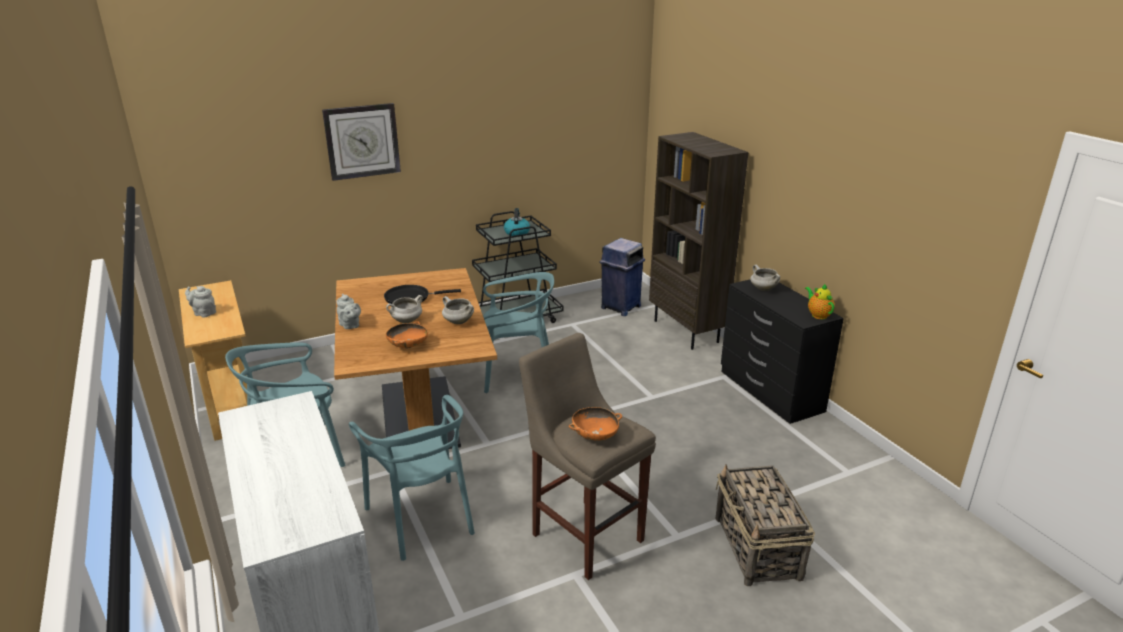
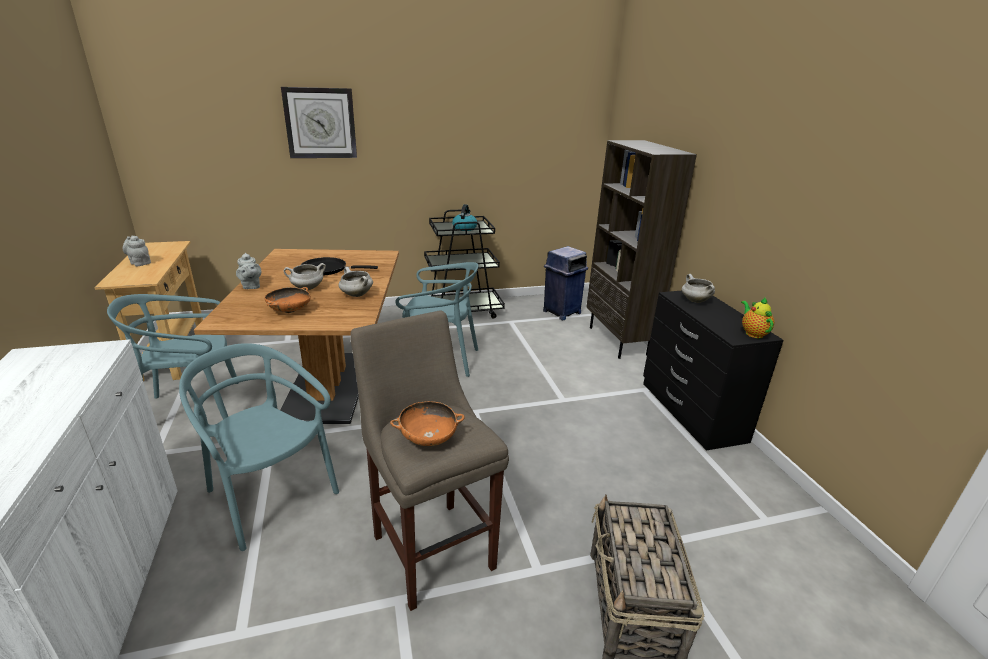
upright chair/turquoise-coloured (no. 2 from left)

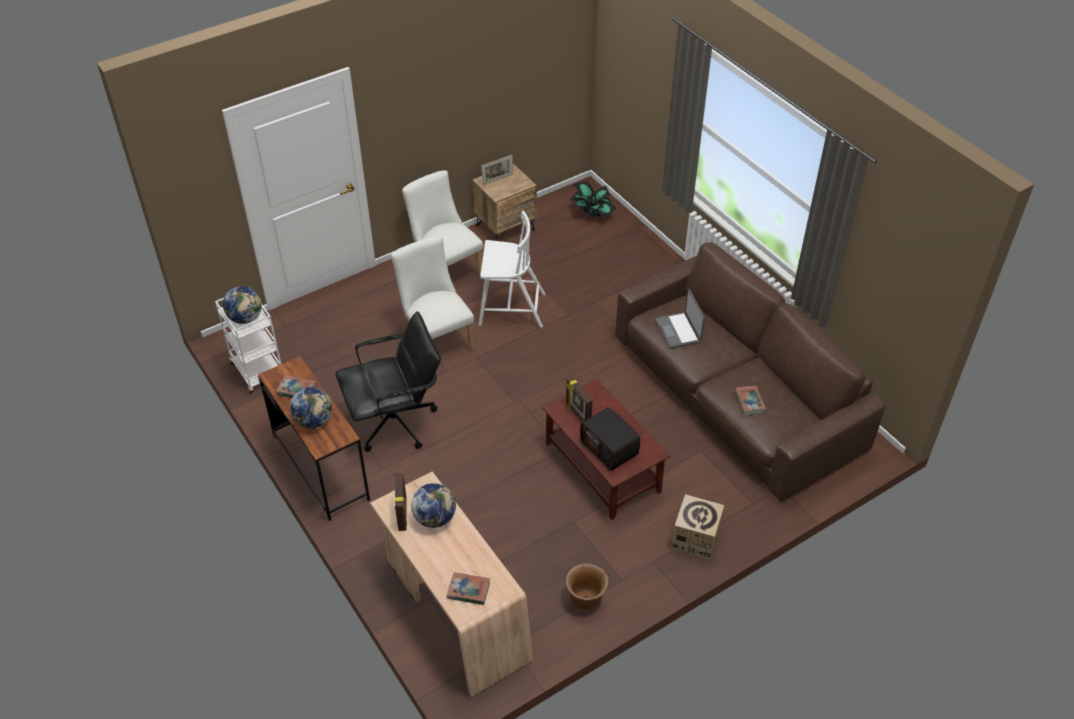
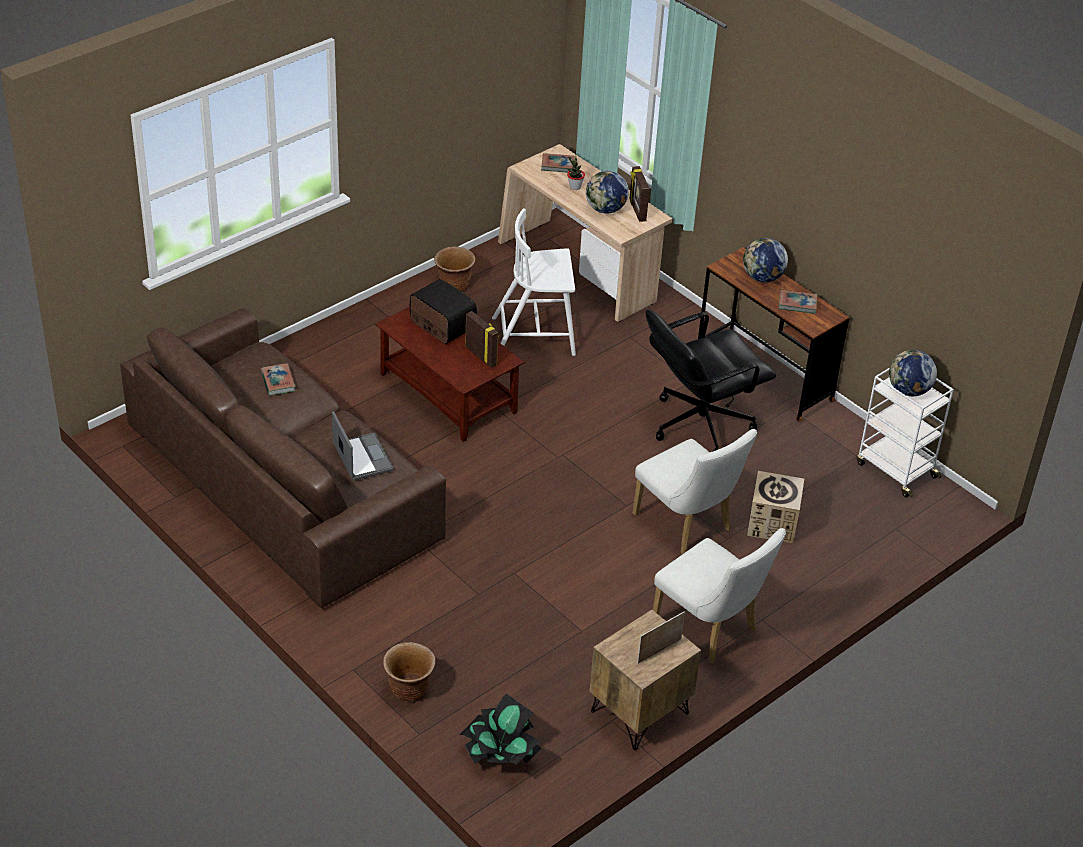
planter/brown (no. 1 from left)
plant in a pot (no. 2 from left)
upright chair/white (no. 1 from left)
carton

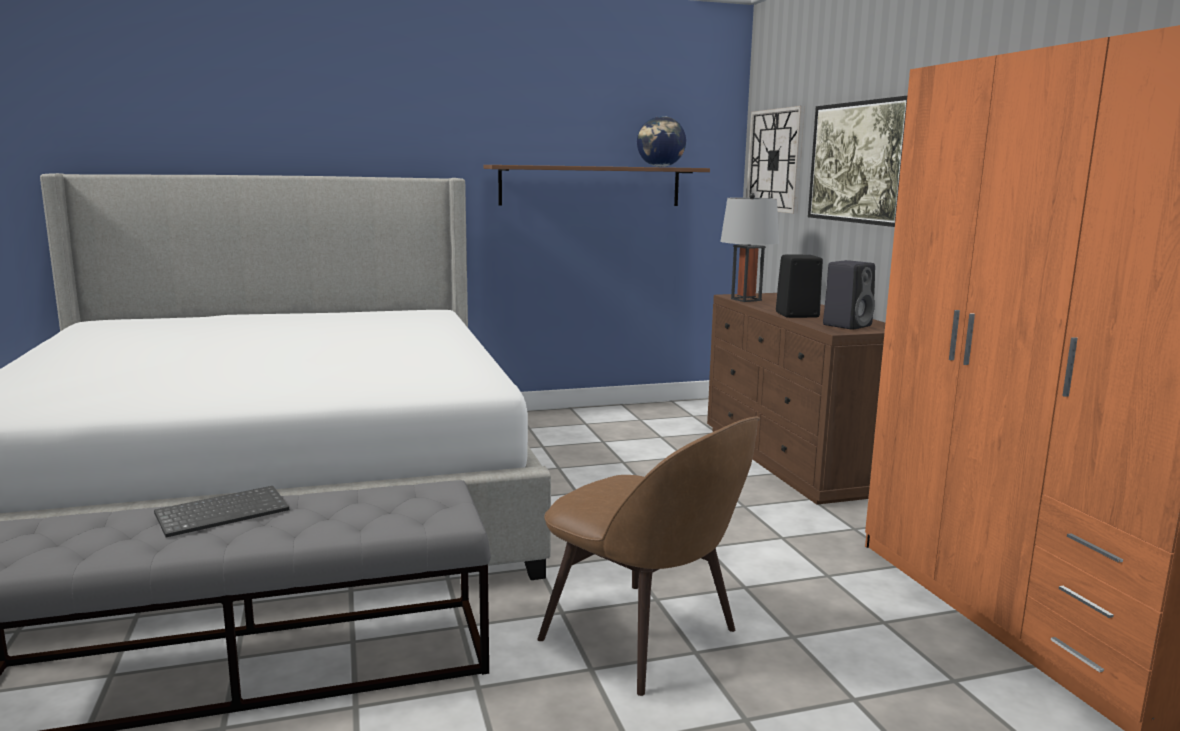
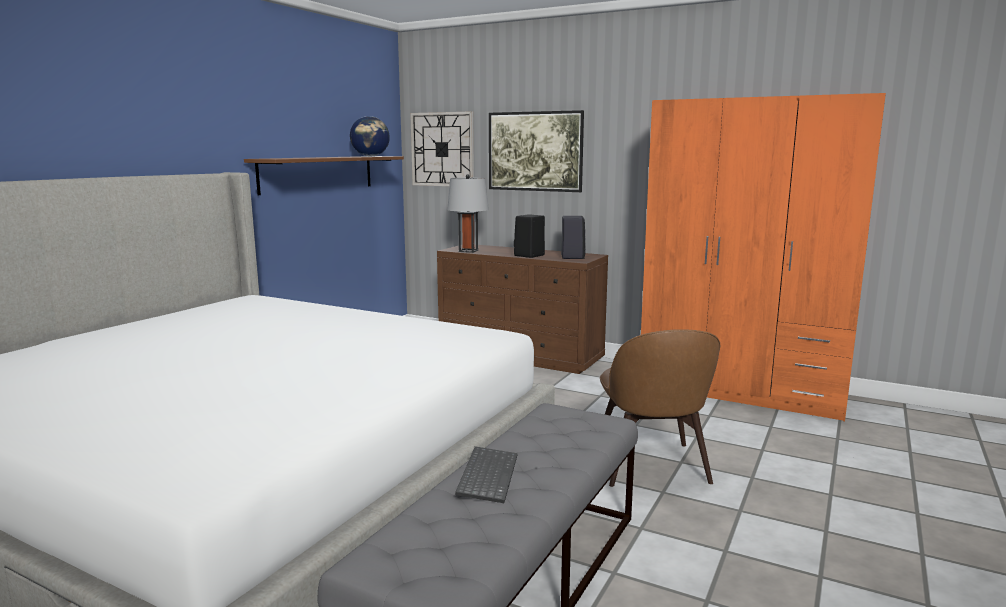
upright chair/brown

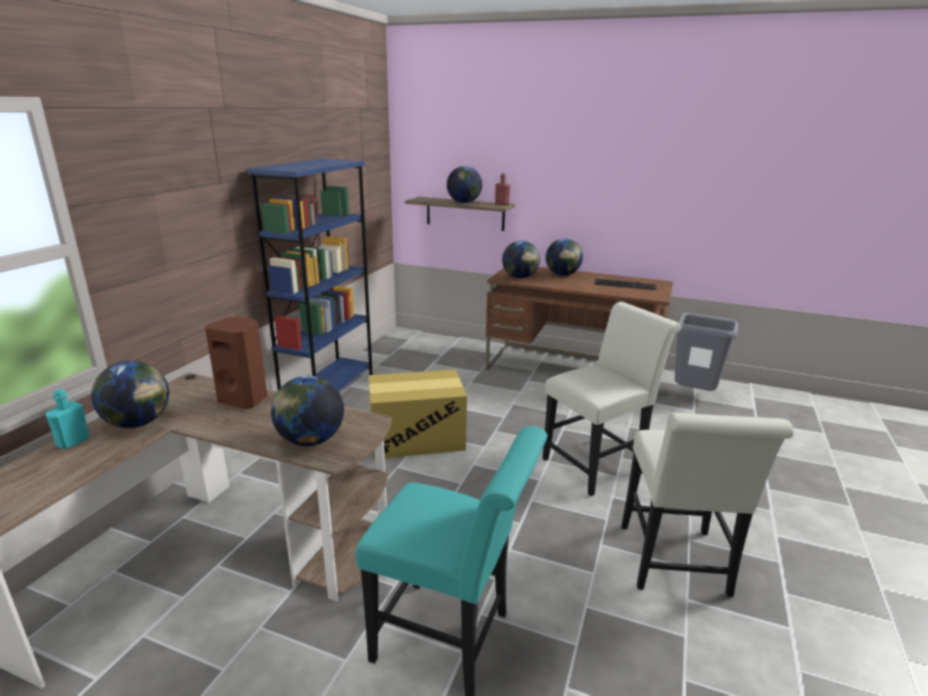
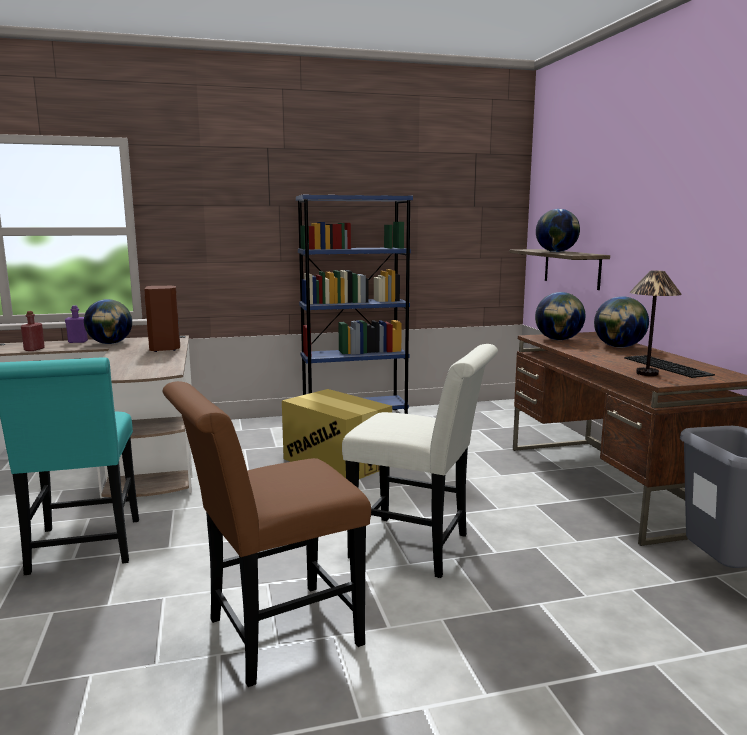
desk globe (no. 2 from left in the first image)
table lamp
drink bottle/red
drink bottle/purplish
upright chair/brown

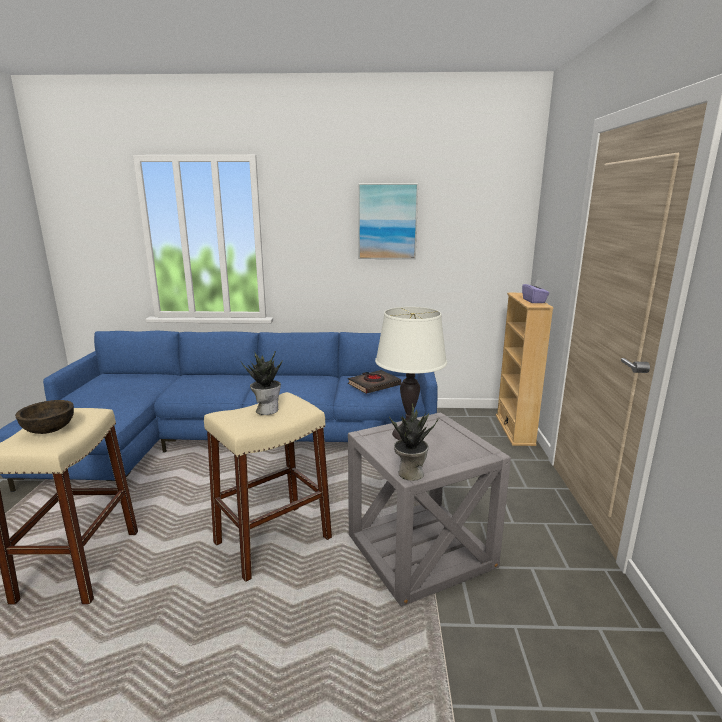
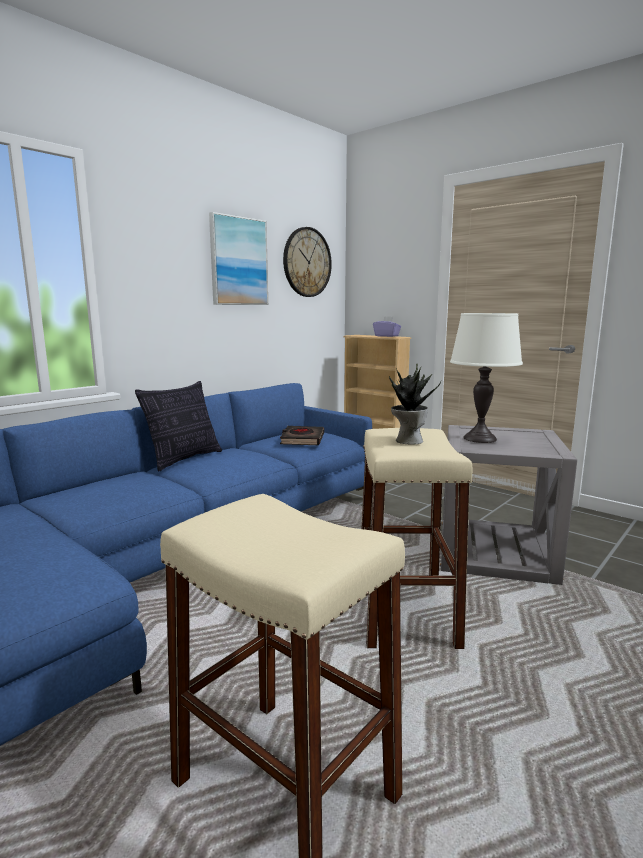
bowl/brown
plant in a pot (no. 2 from left in the first image)
pillow
wall clock

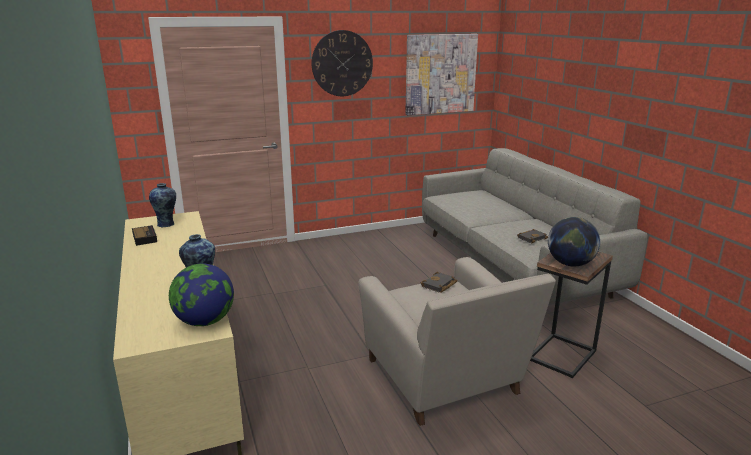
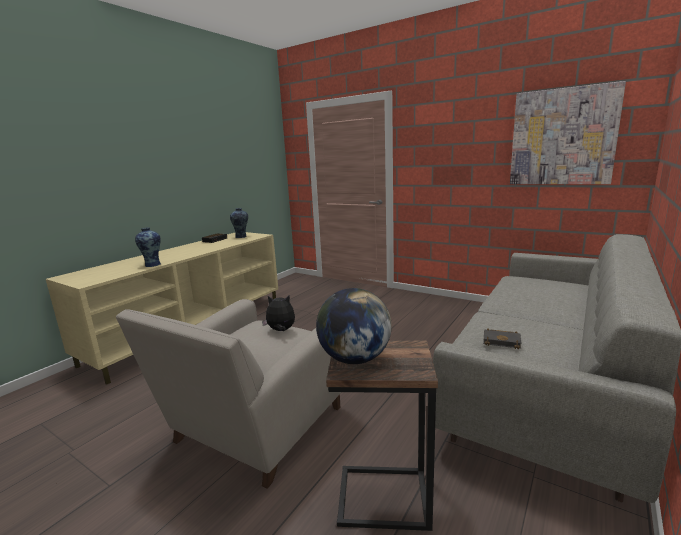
desk globe (no. 1 from left in the first image)
wall clock
cuddly toy

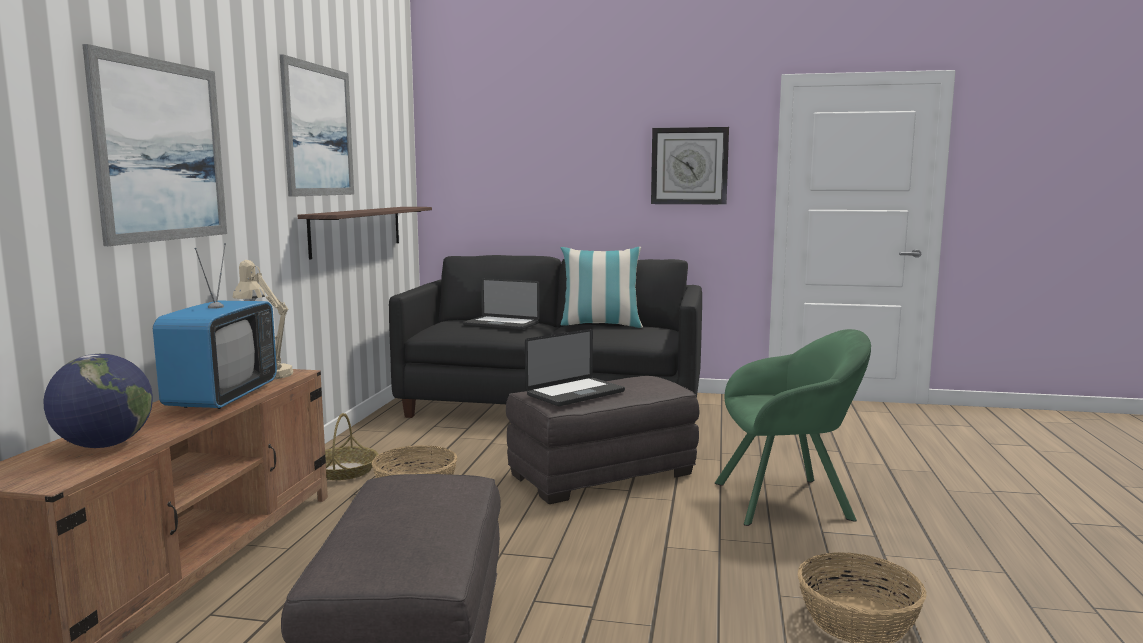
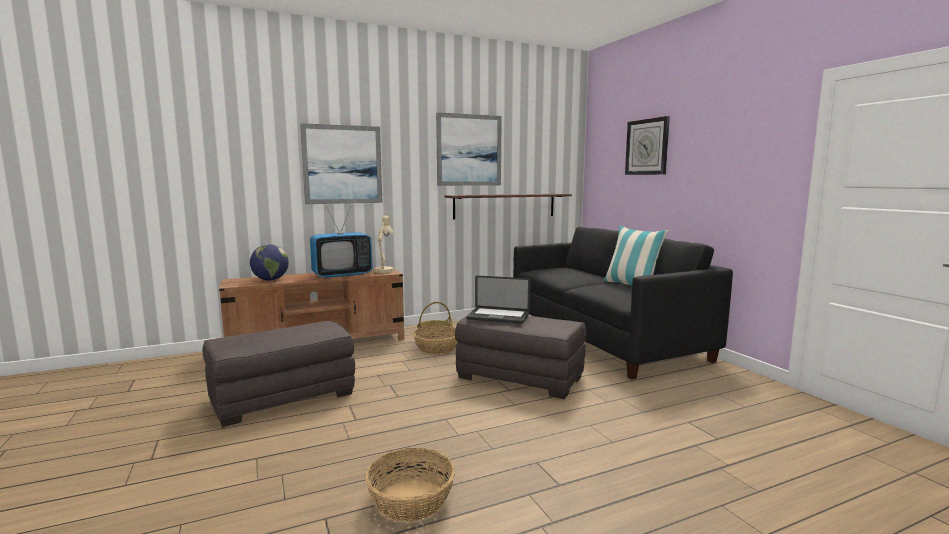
portable computer (no. 1 from left in the first image)
easy chair/greenish
wall clock

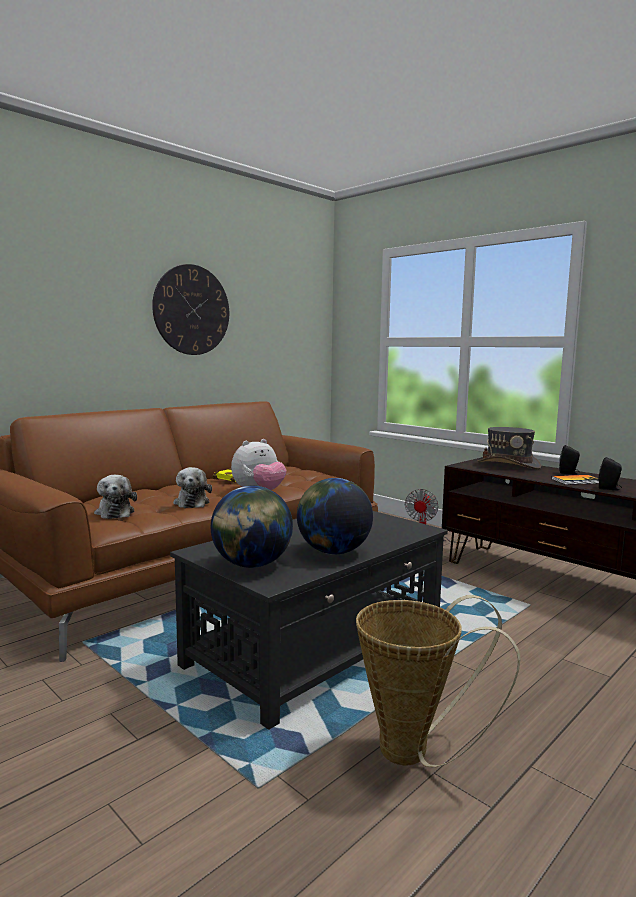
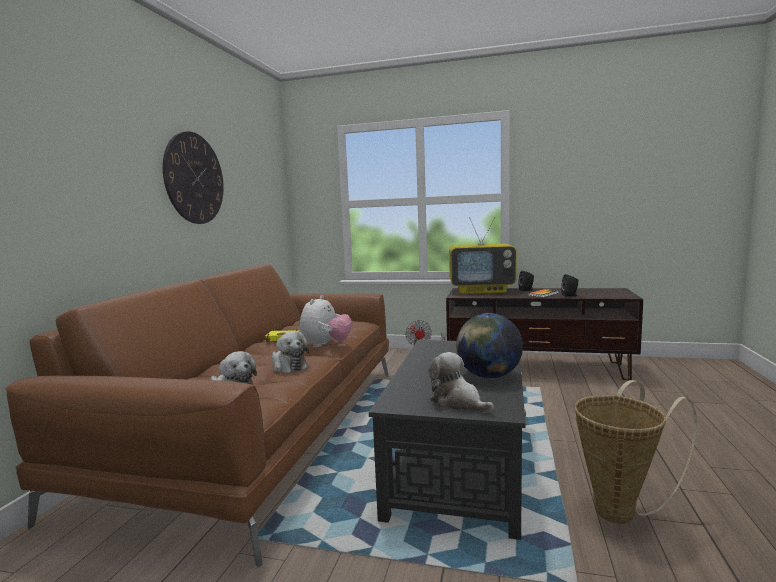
cuddly toy (no. 4 from left)
TV set

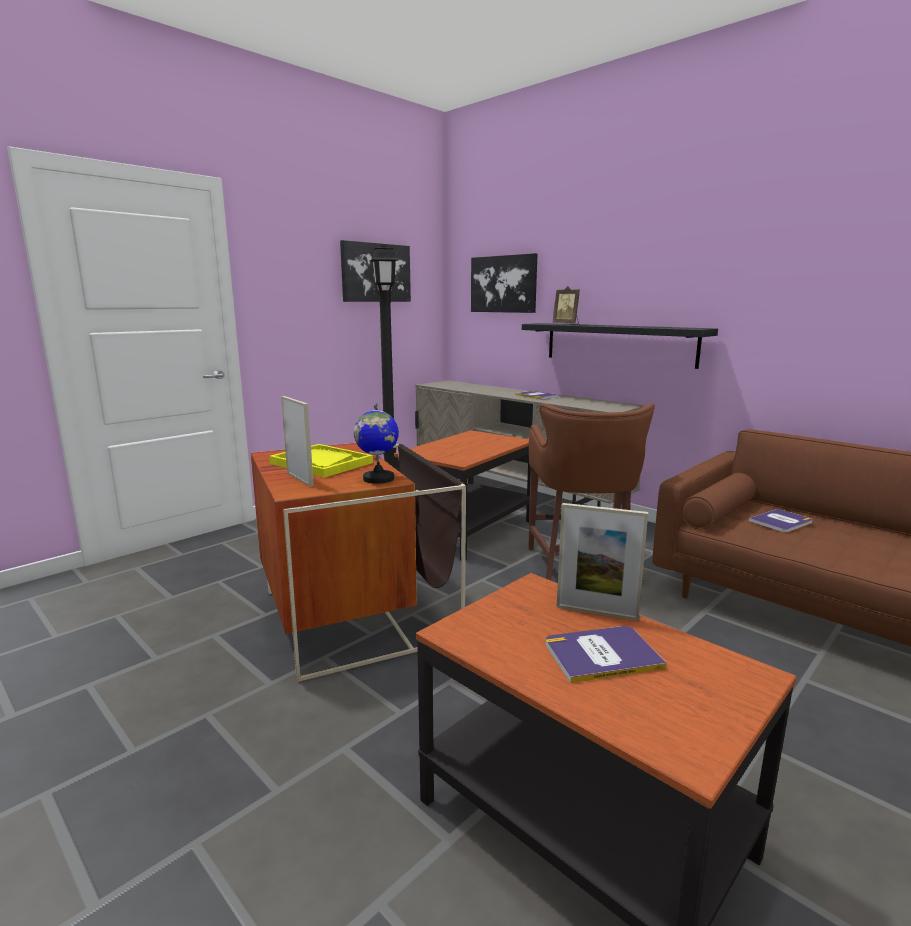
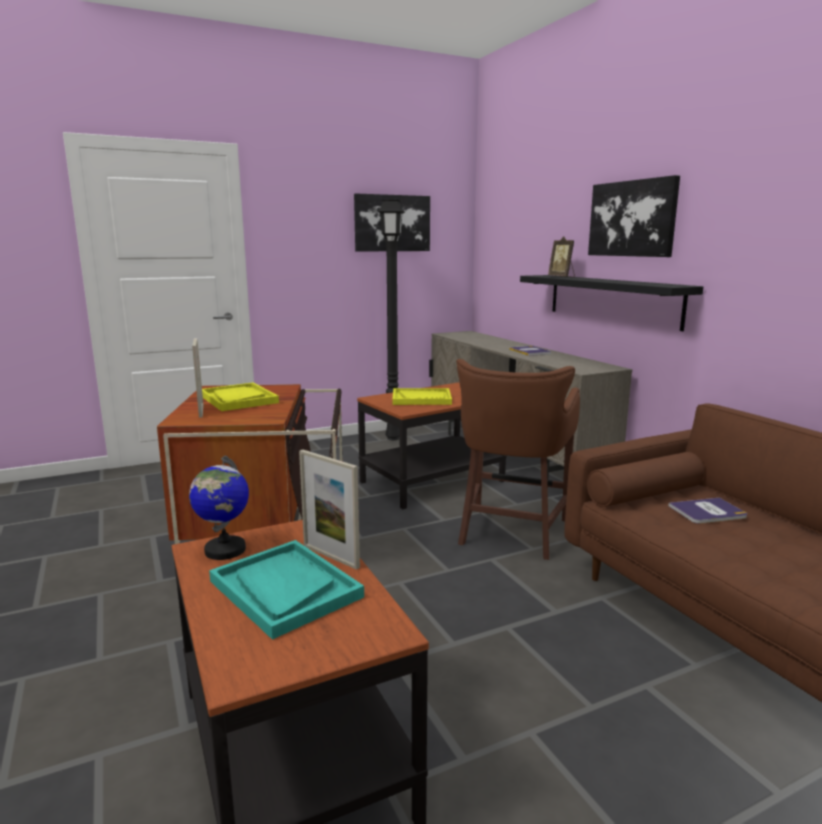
serving tray/yellow-coloured (no. 2 from left)
desk globe
wall picture (no. 2 from left)
serving tray/turquoise-coloured

